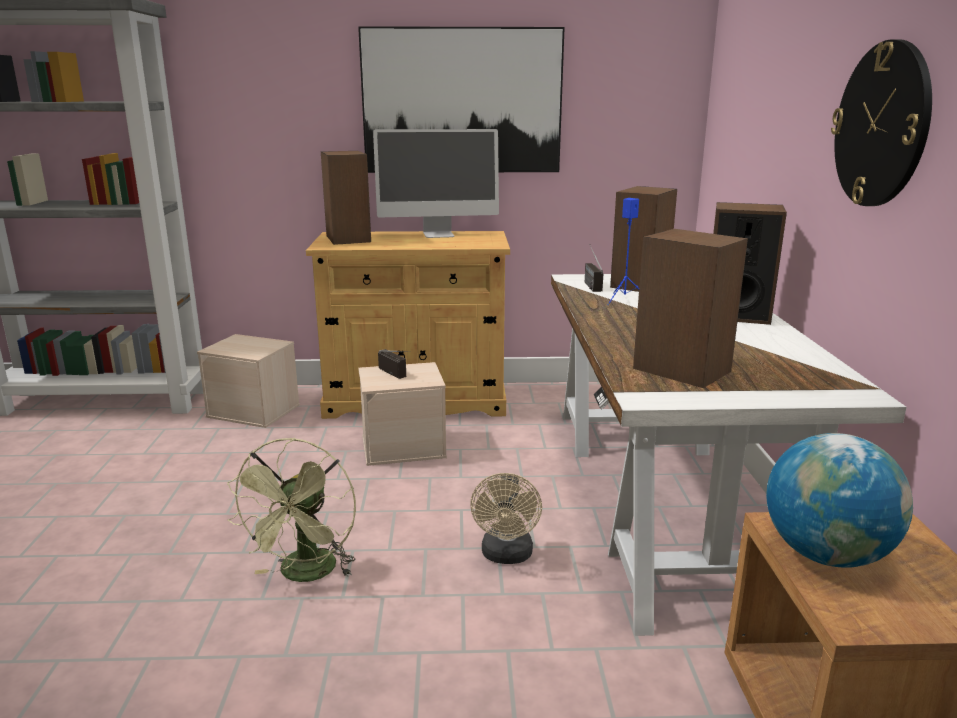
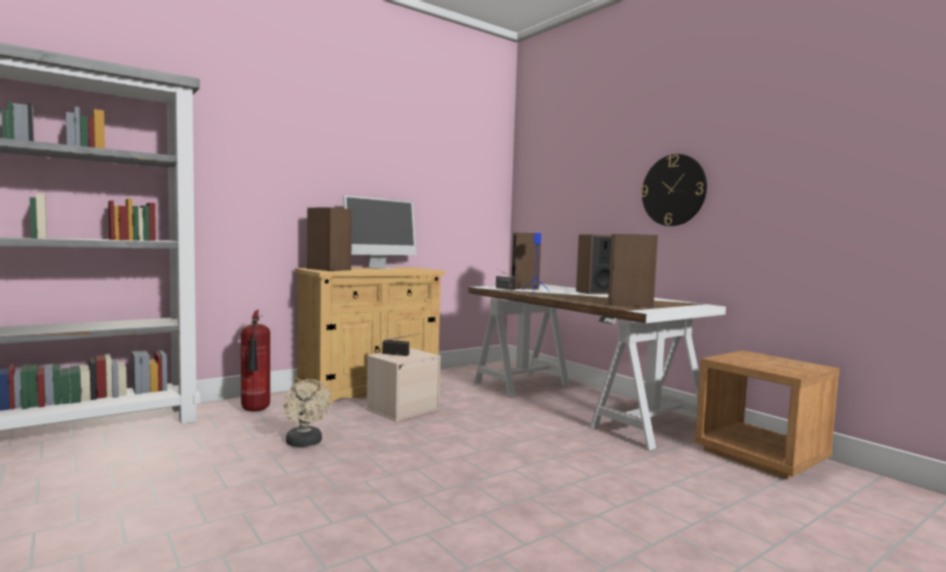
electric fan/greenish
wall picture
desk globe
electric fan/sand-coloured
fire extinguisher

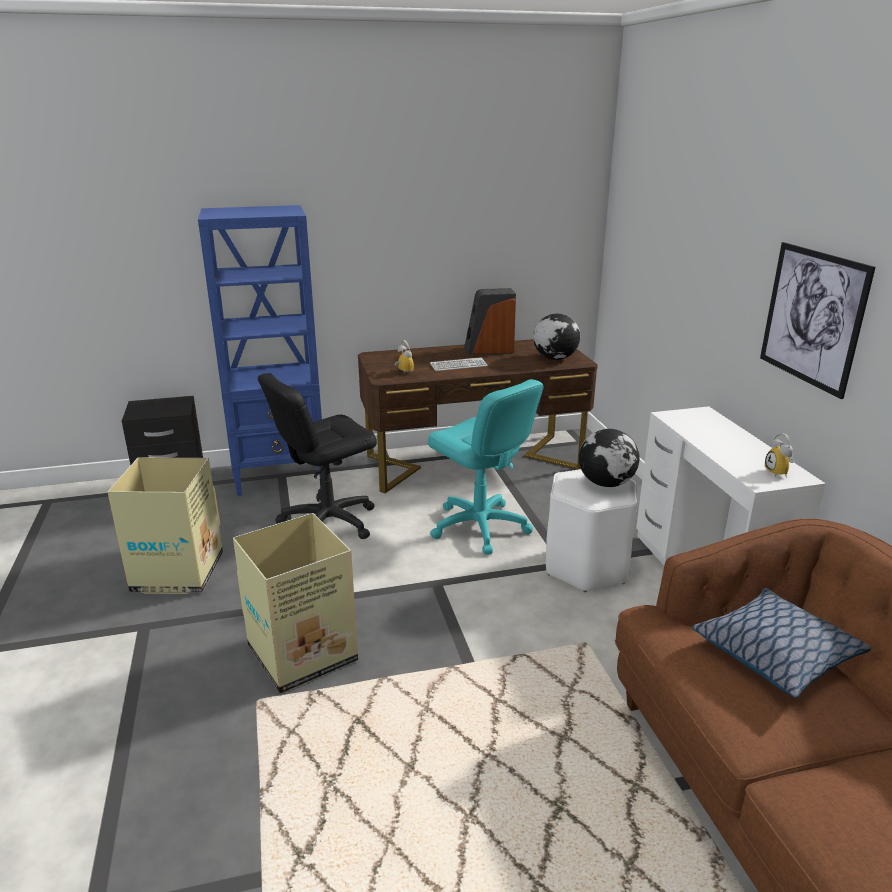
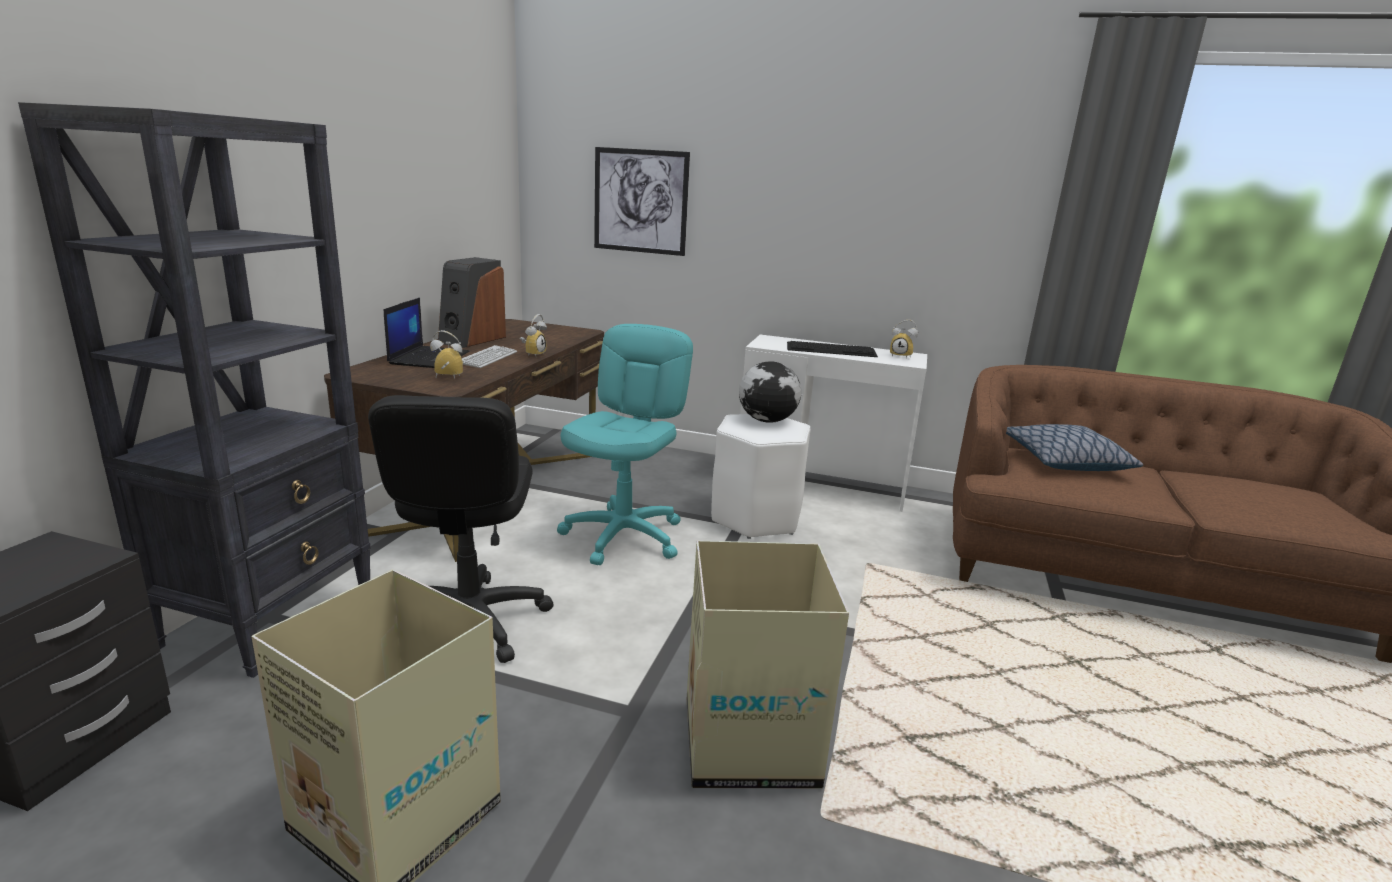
desk globe (no. 1 from left in the first image)
portable computer
alarm clock (no. 2 from left)
PC keyboard (no. 2 from left)
wall picture
bookcase/black-coloured
computer chair/turquoise-coloured

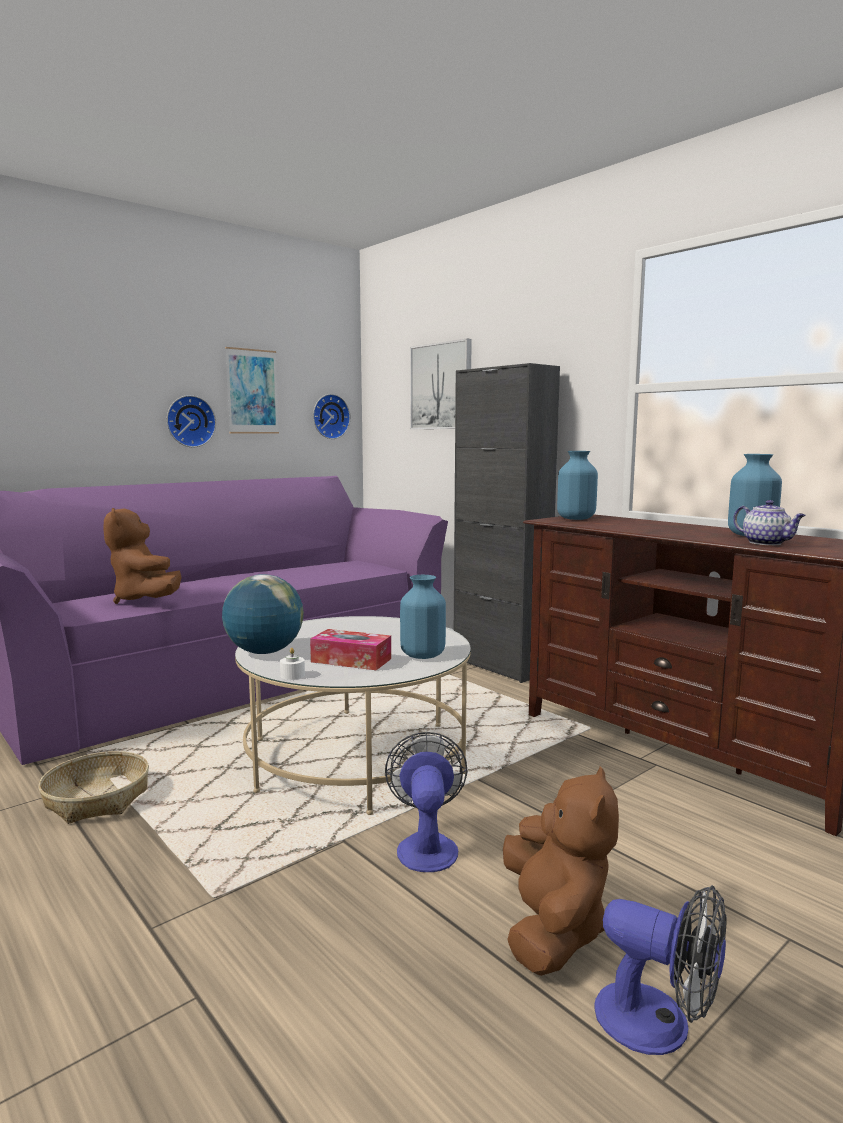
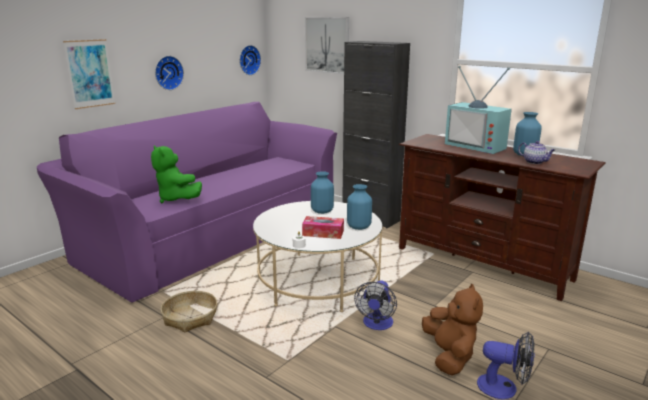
desk globe
TV set
wall picture (no. 1 from left)
vase/blue (no. 1 from left)
cuddly toy/greenish
electric fan (no. 1 from left)

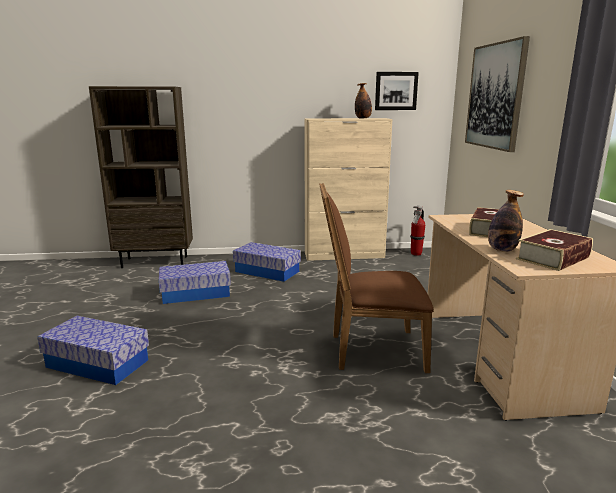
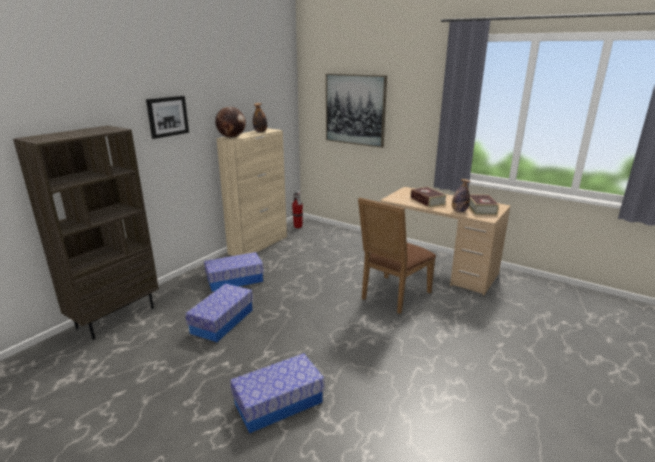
desk globe
wall picture (no. 1 from left)

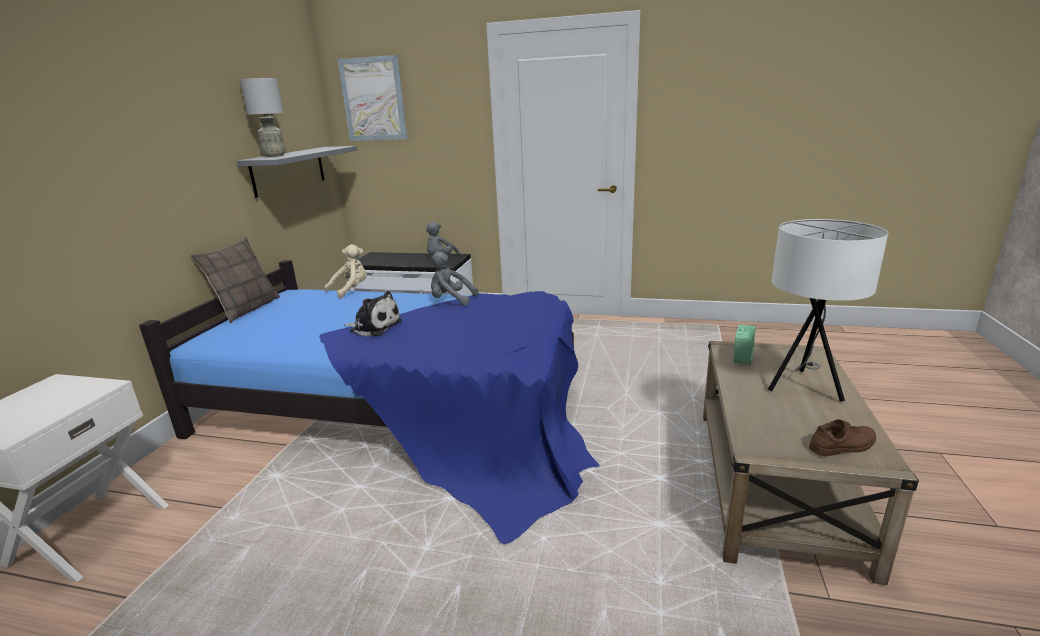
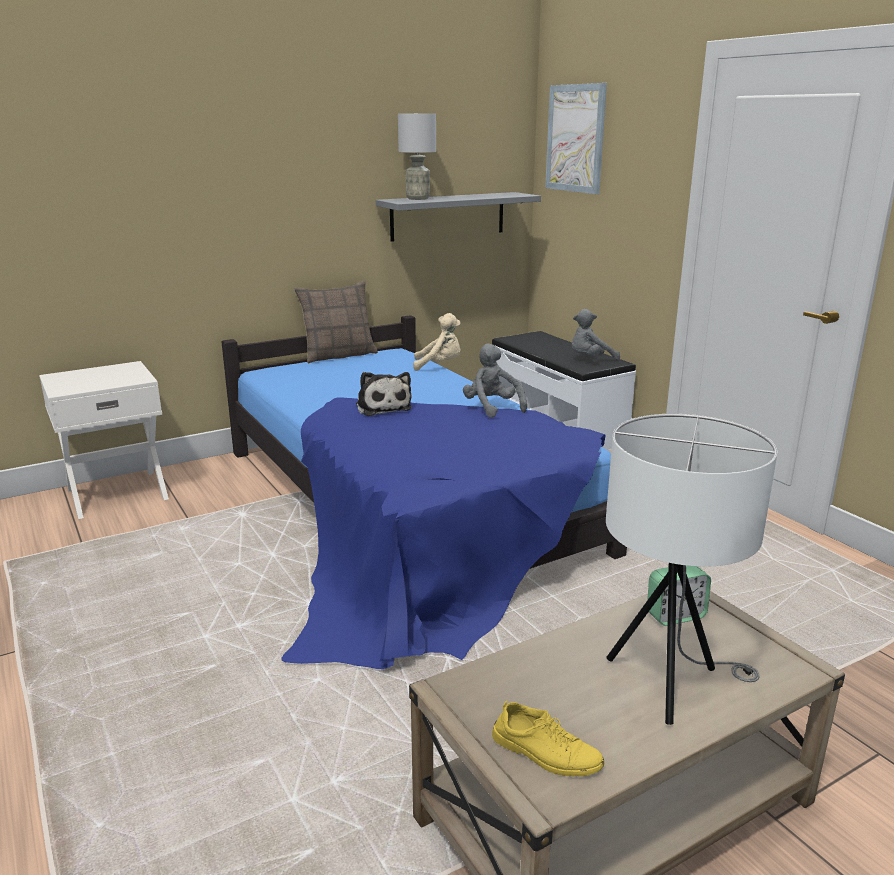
low shoe/yellow-coloured

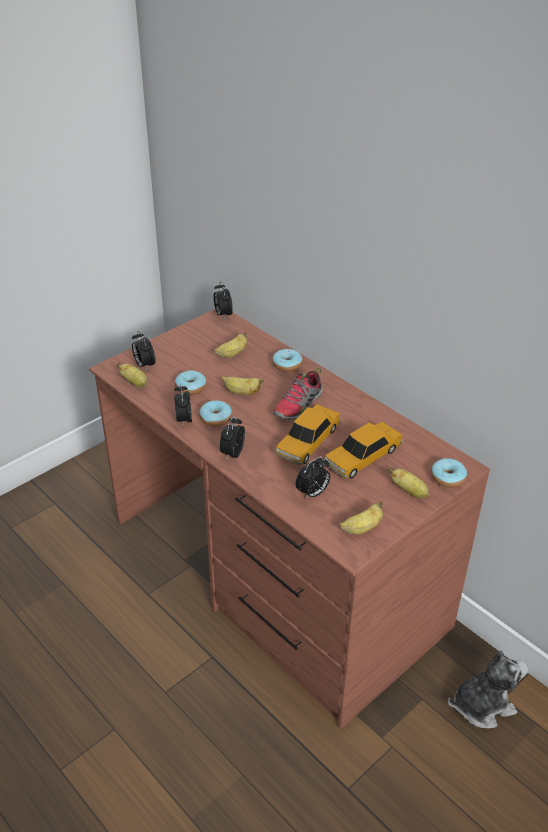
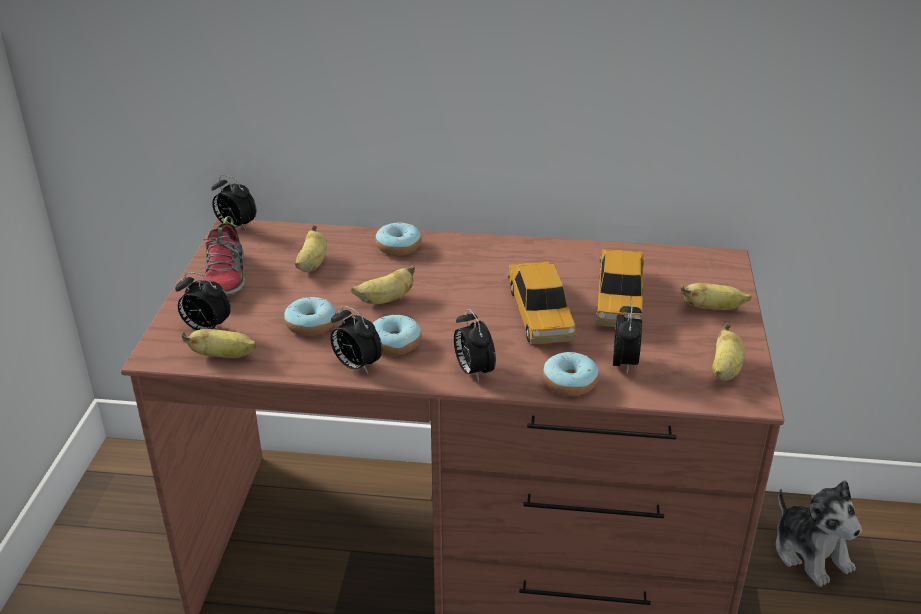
low shoe
ring doughnut (no. 4 from left)
cuddly toy

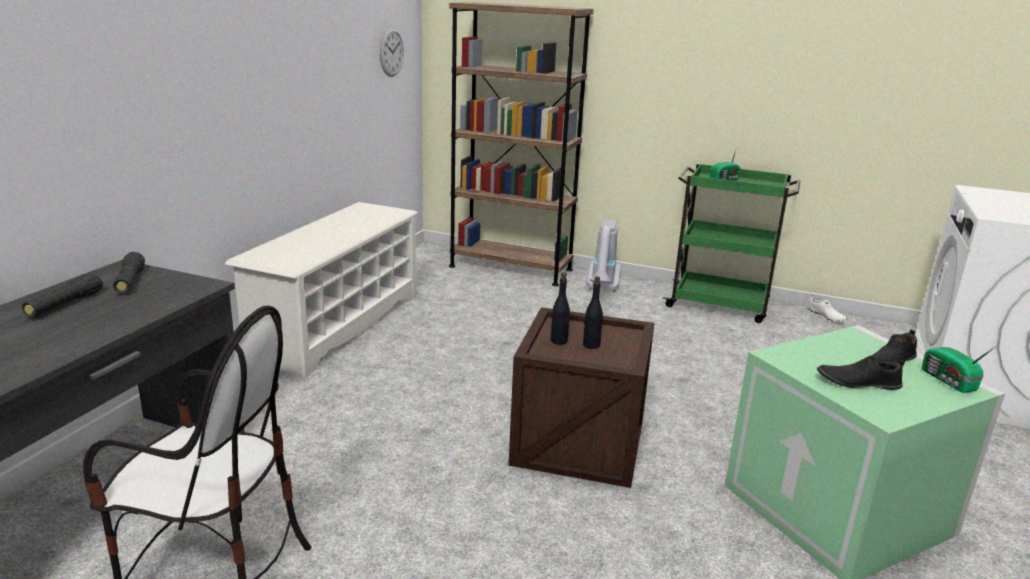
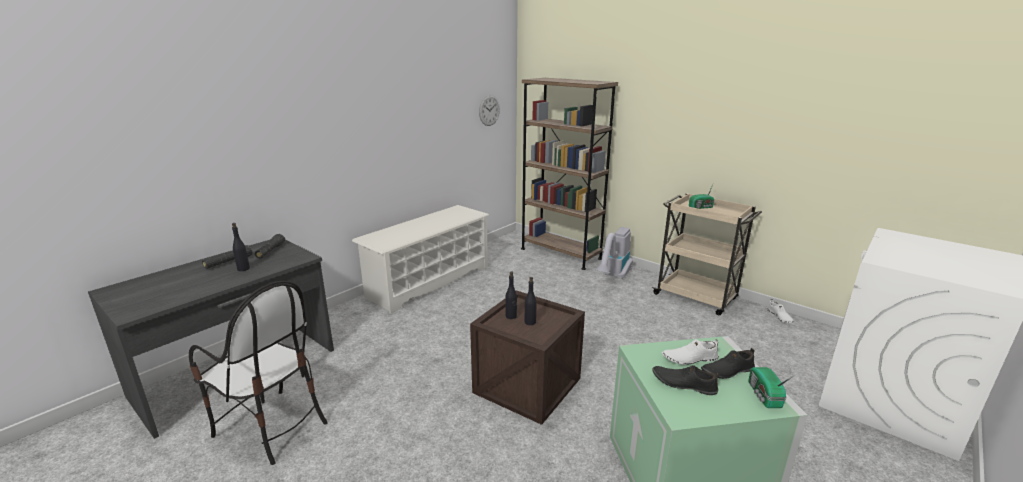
drink bottle/black-coloured (no. 1 from left)
low shoe/white (no. 1 from left)
trolley/sand-coloured

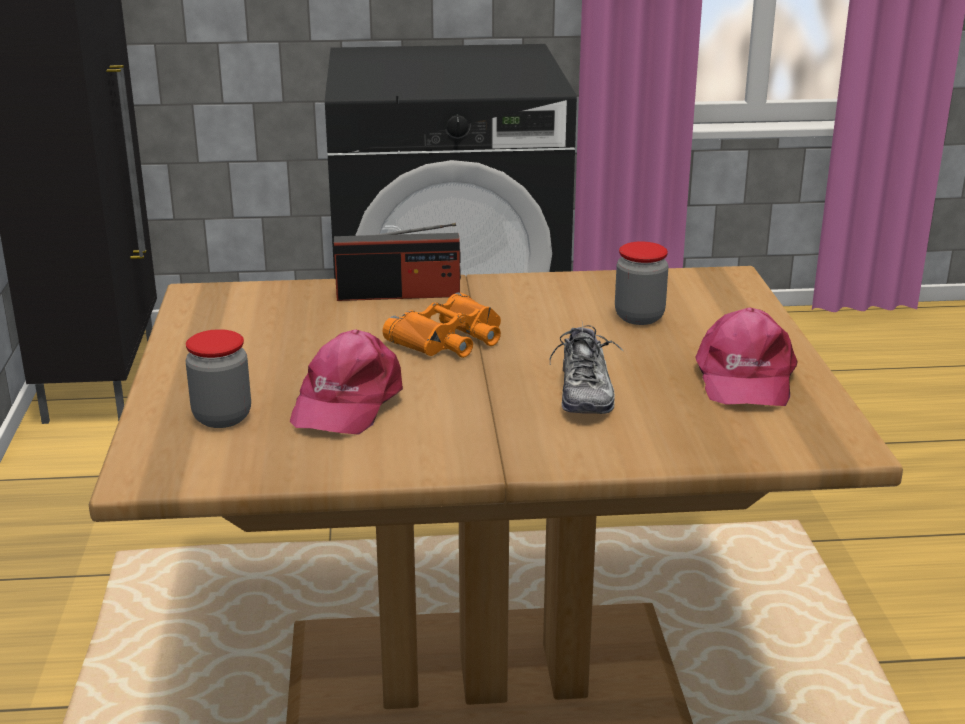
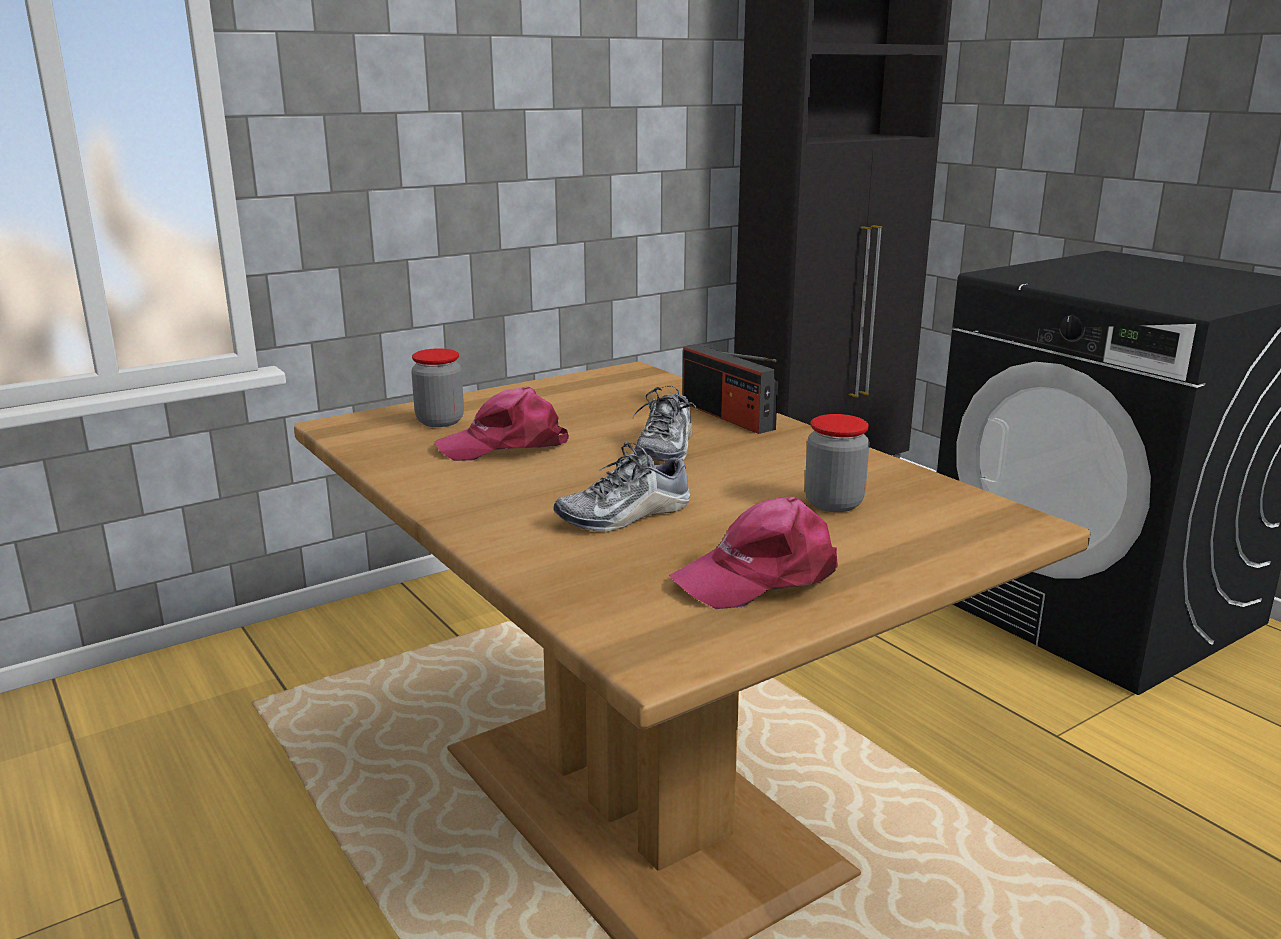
low shoe (no. 2 from left)

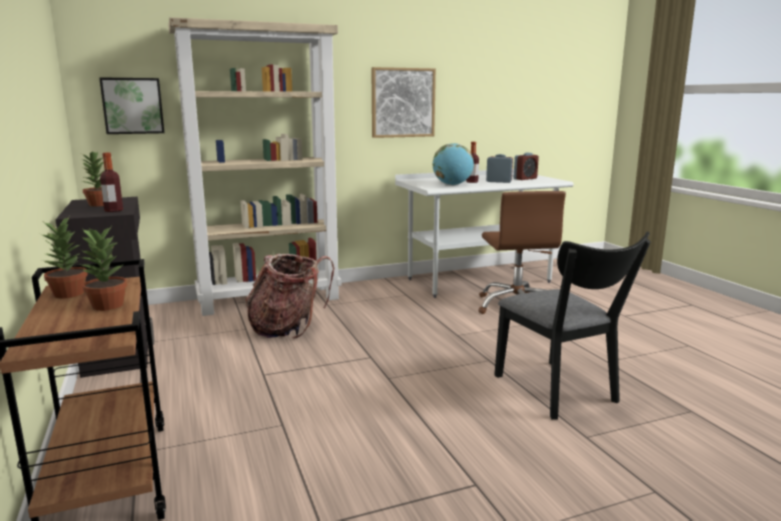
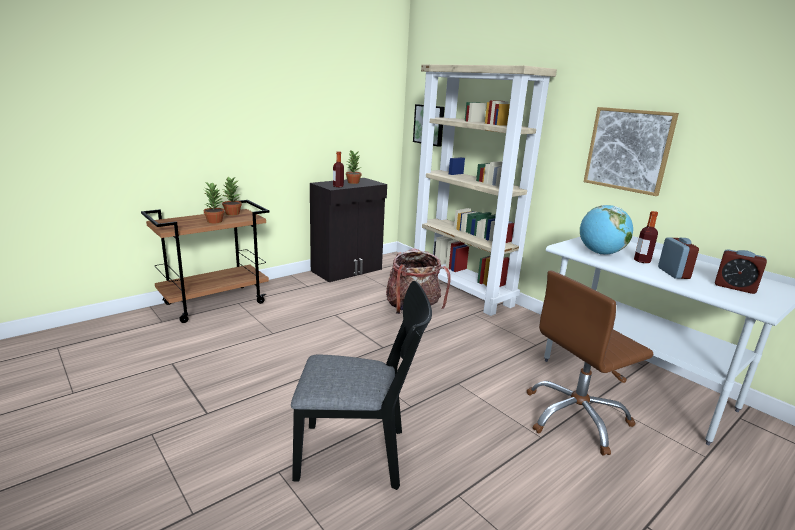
upright chair/black-coloured

